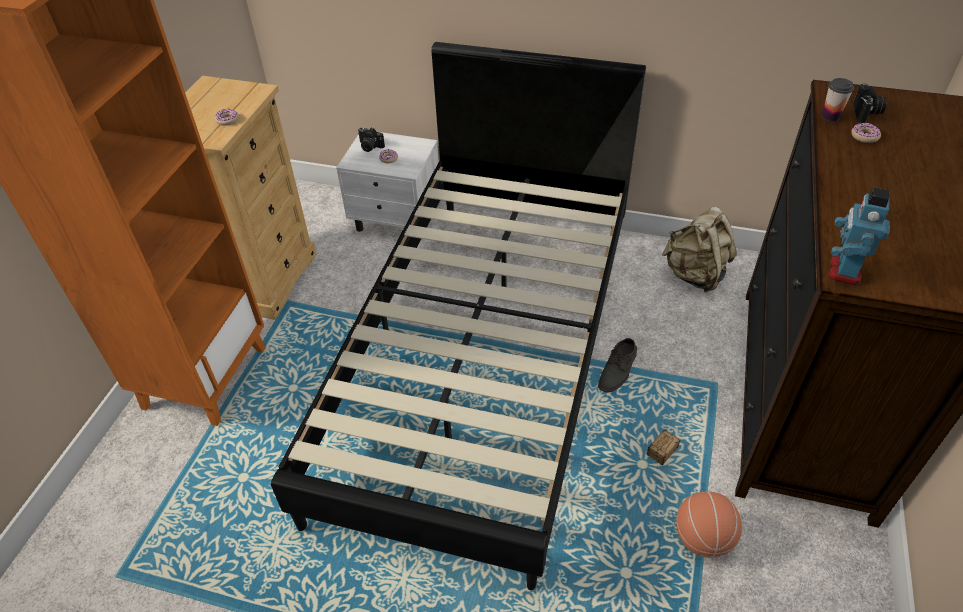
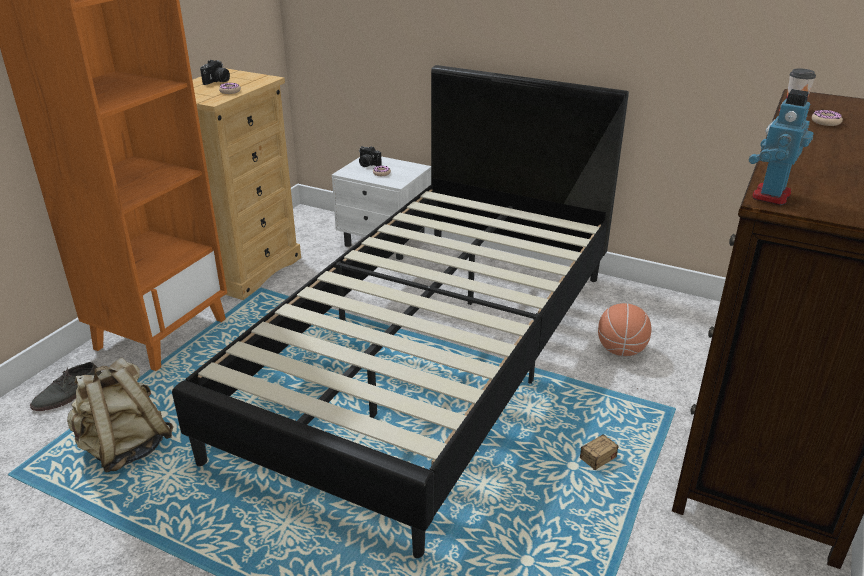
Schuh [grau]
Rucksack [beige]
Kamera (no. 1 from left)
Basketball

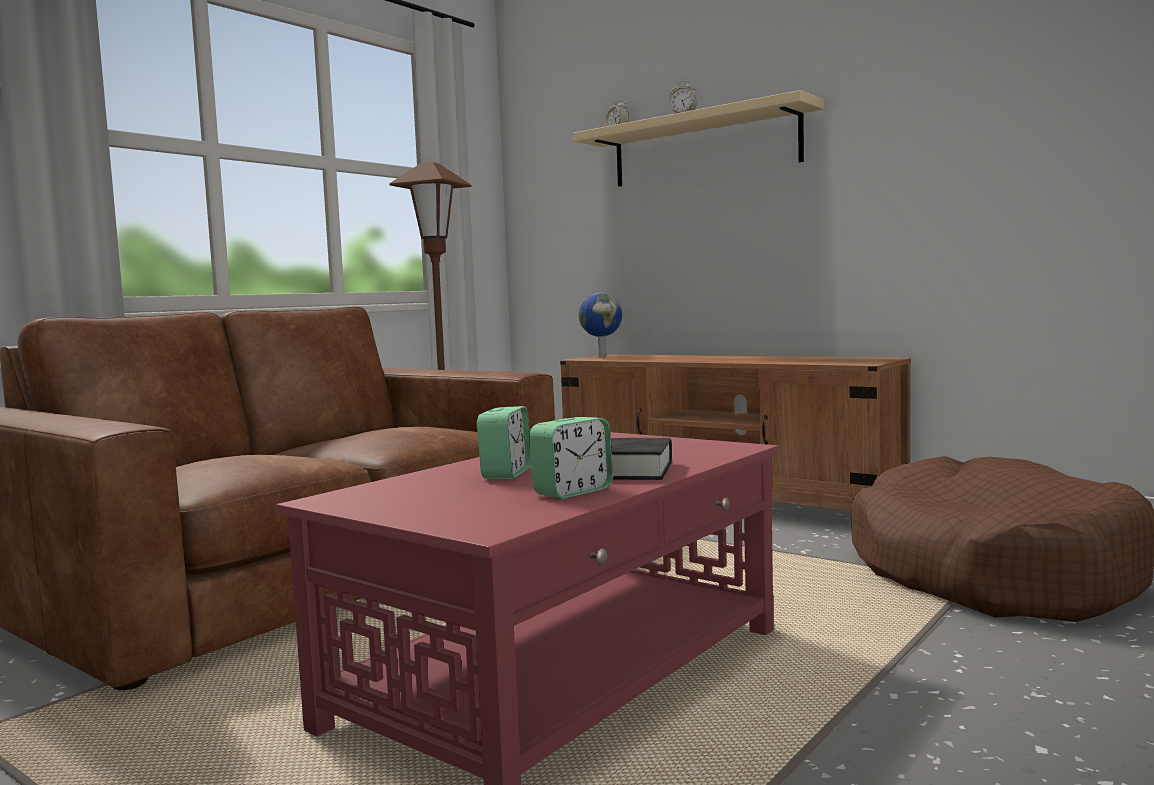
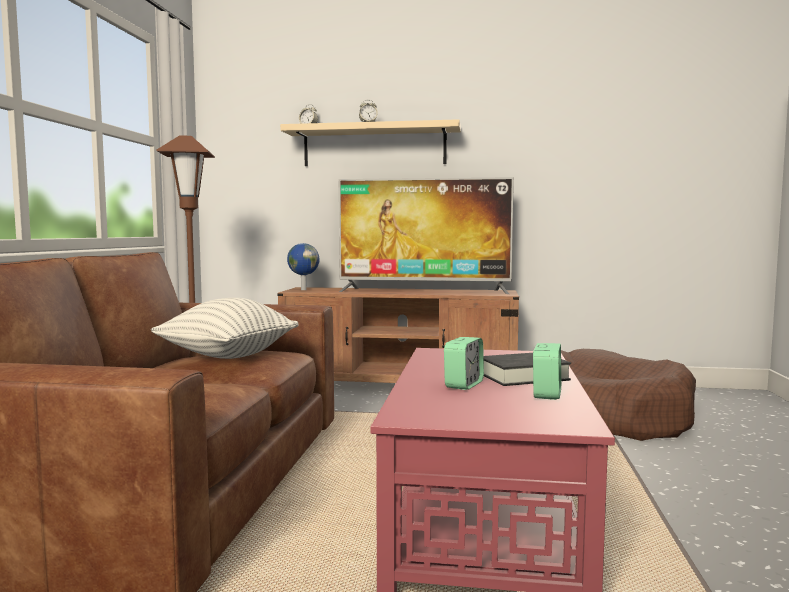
Kissen
Fernseher
Wecker (no. 3 from left)

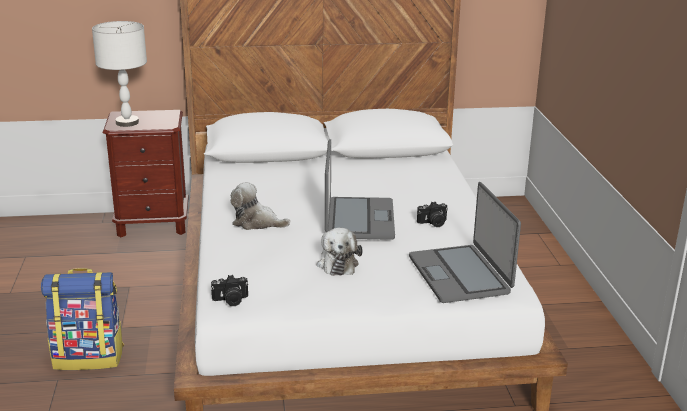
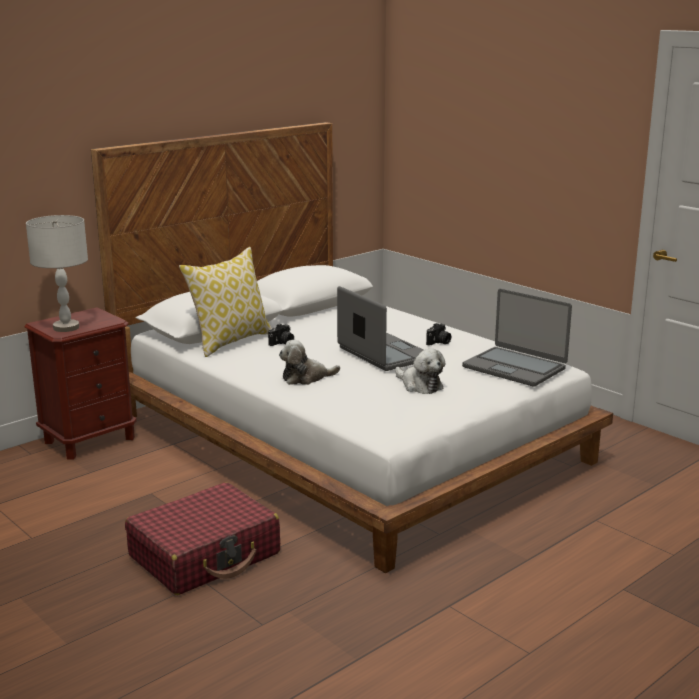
Koffer [rot]
Kissen
Kamera (no. 1 from left)

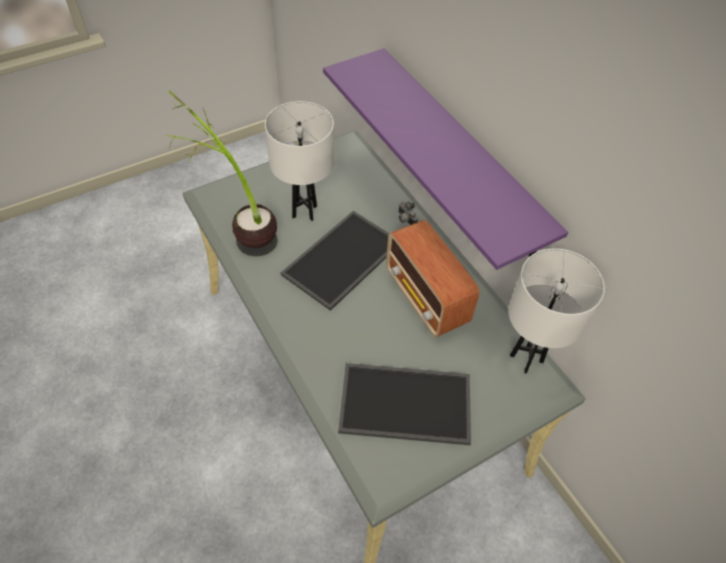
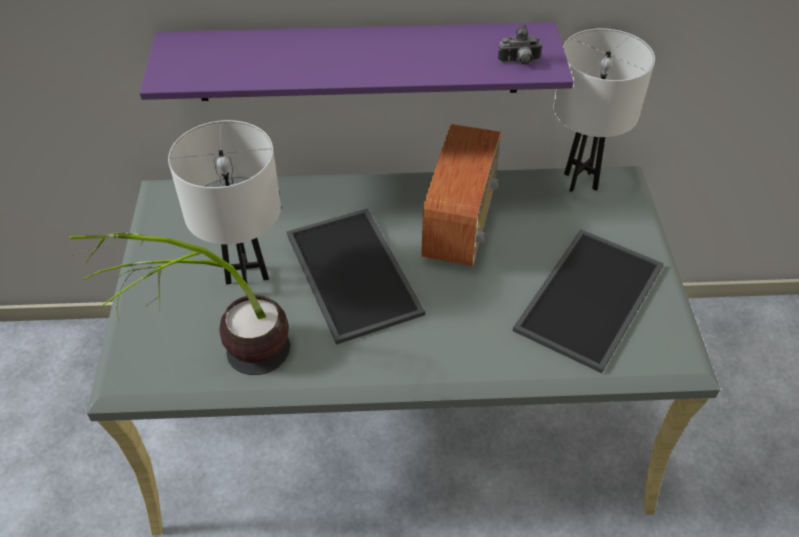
Radio
Kamera

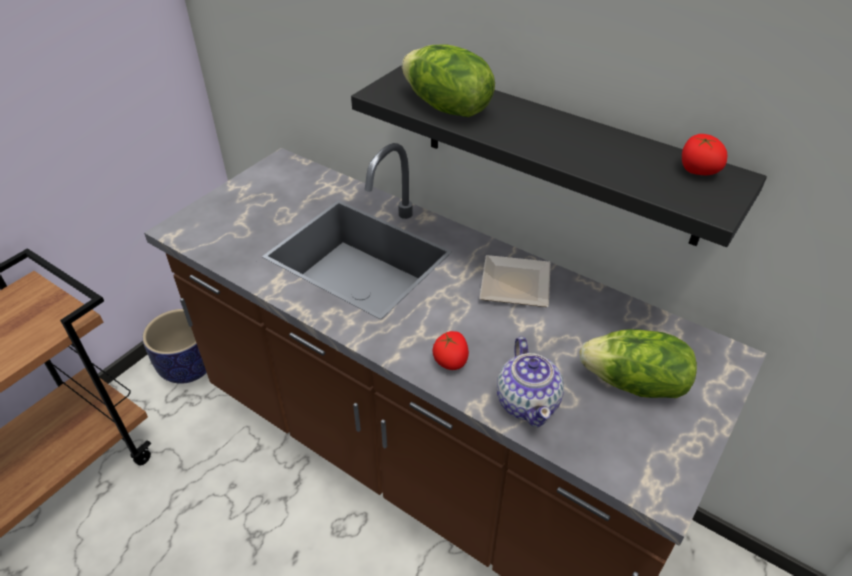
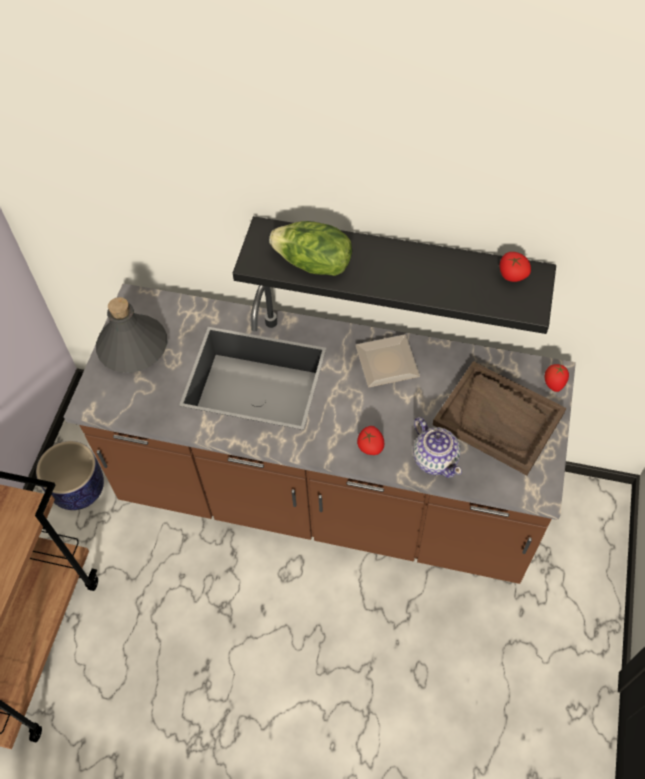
Flasche [grau]
Tablett [braun]
Tomate (no. 3 from left)

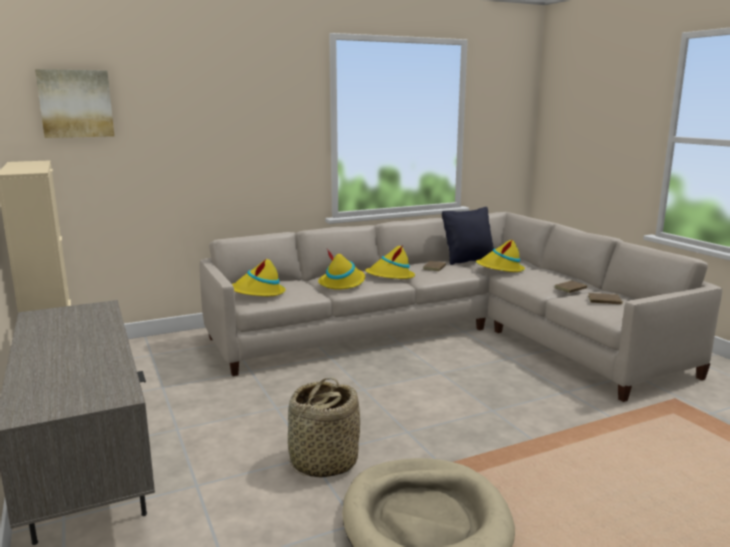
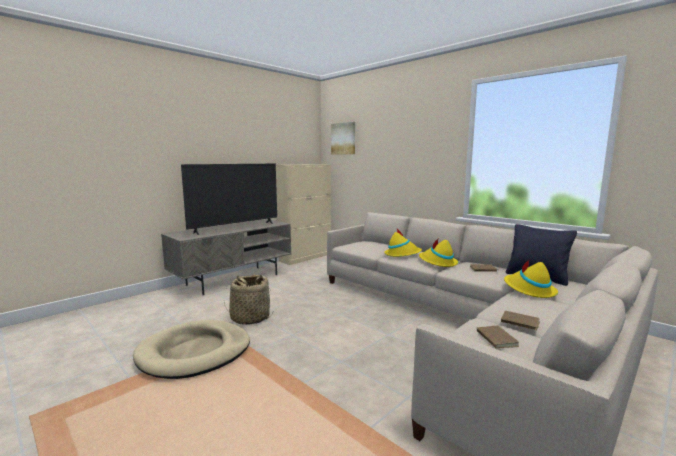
Fernseher
Hut [gelb] (no. 1 from left in the first image)

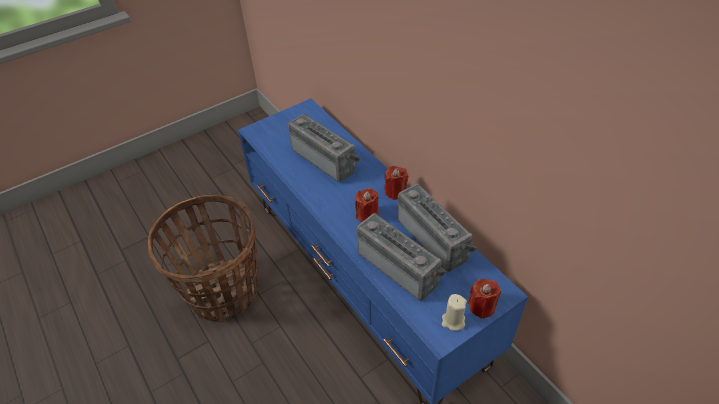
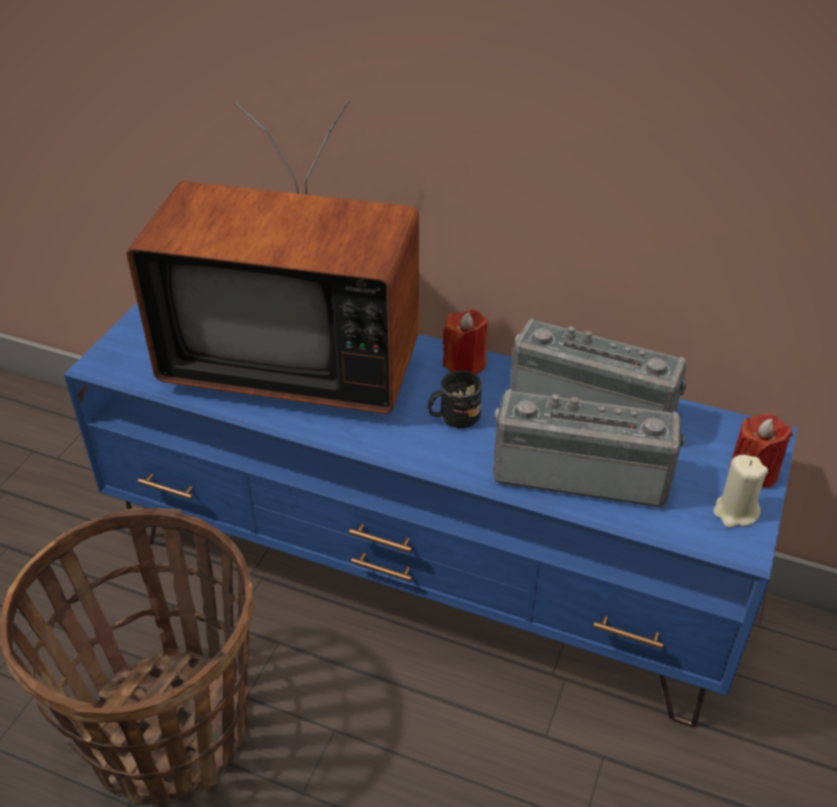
Fernseher
Henkelbecher [schwarz]

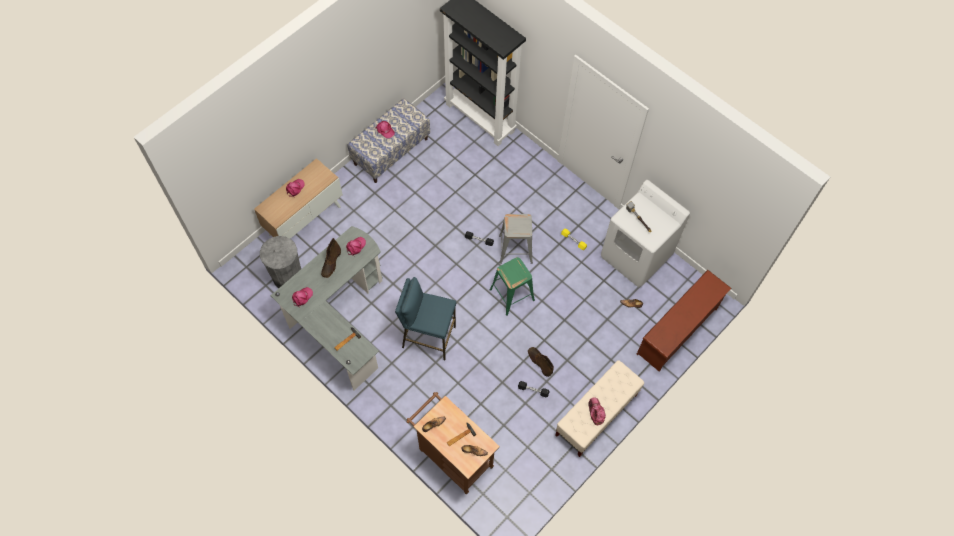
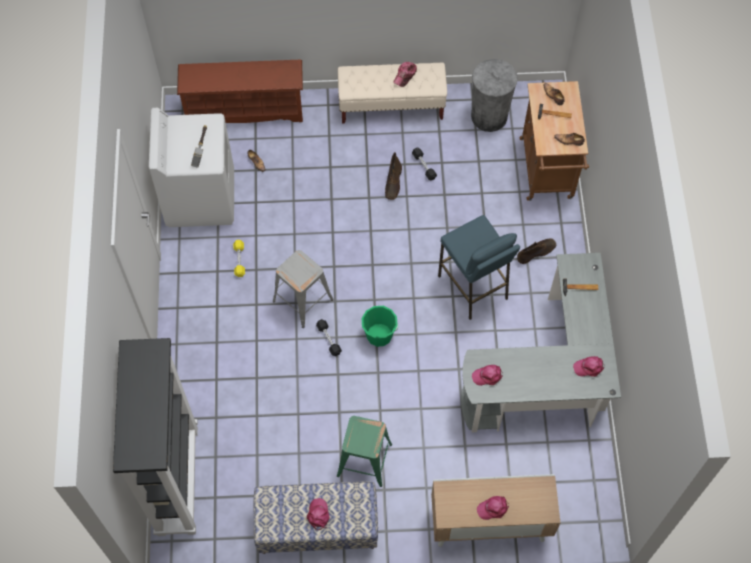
Hocker [grün]
Eimer [grün]
Mülleimer [grau]
Stiefel [braun] (no. 2 from left)

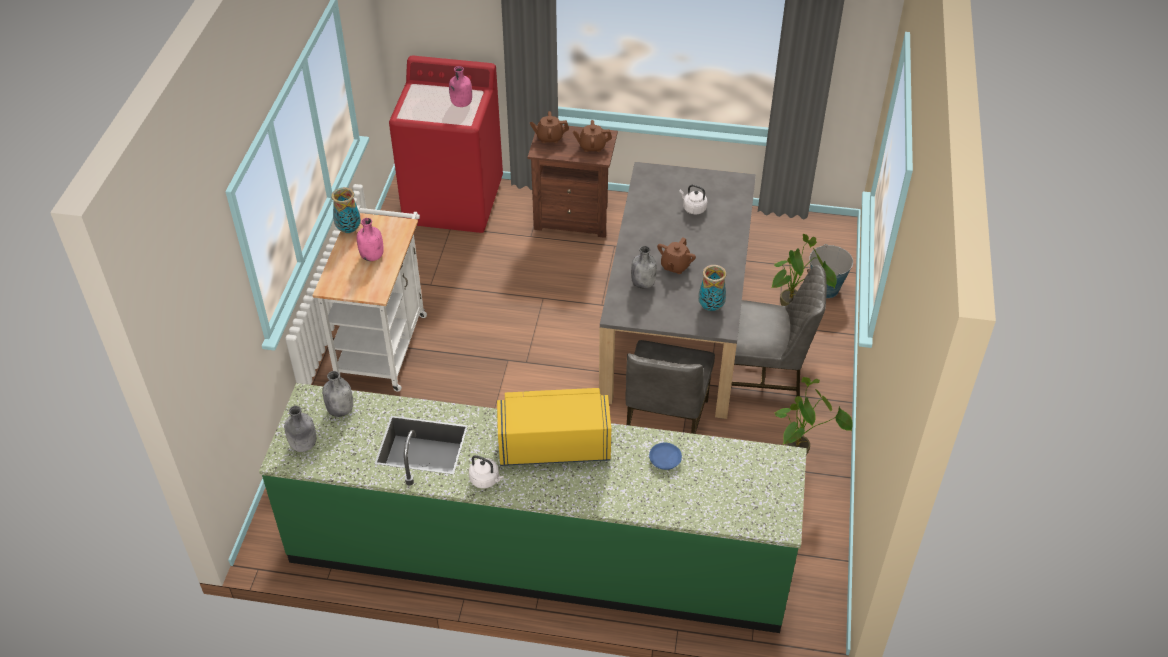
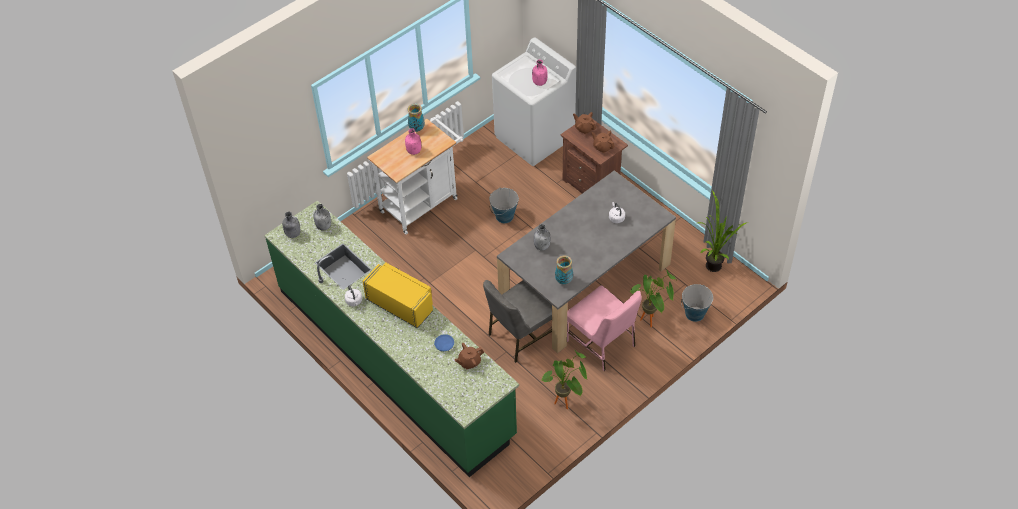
Teekanne [braun] (no. 1 from left)
Eimer (no. 1 from left)
Waschmaschine [weiß]
Stuhl [rosa]
Topfpflanze (no. 3 from left)

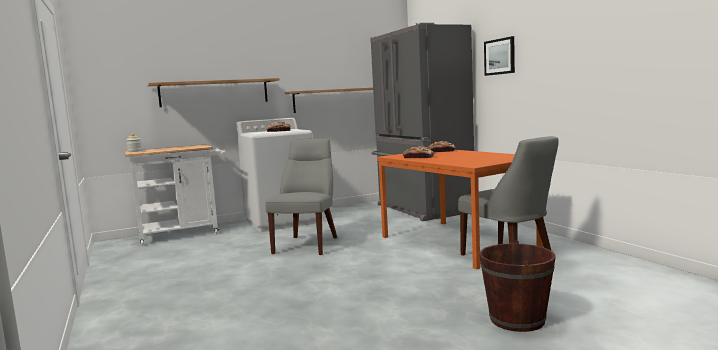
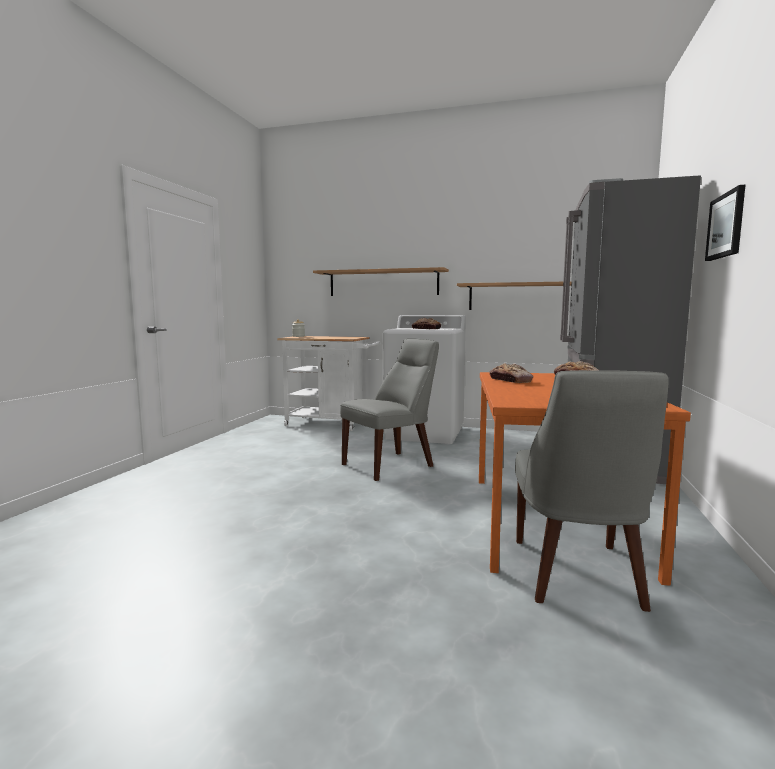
Eimer [braun]

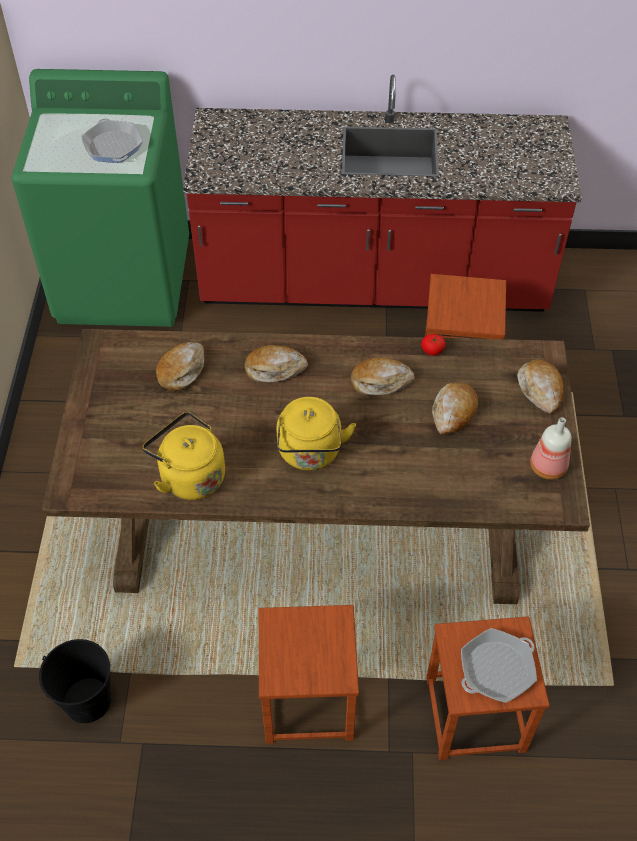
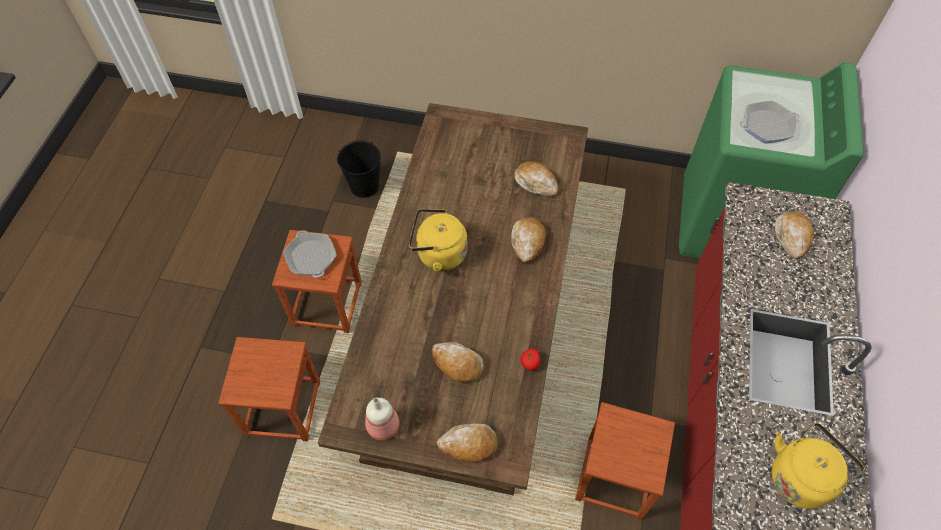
Pfanne (no. 1 from left)
Wasserkessel [gelb] (no. 2 from left)
Brot (no. 5 from left)

